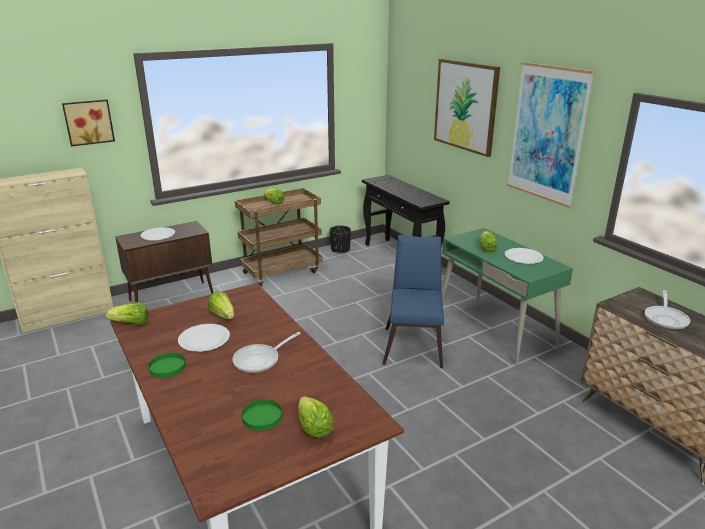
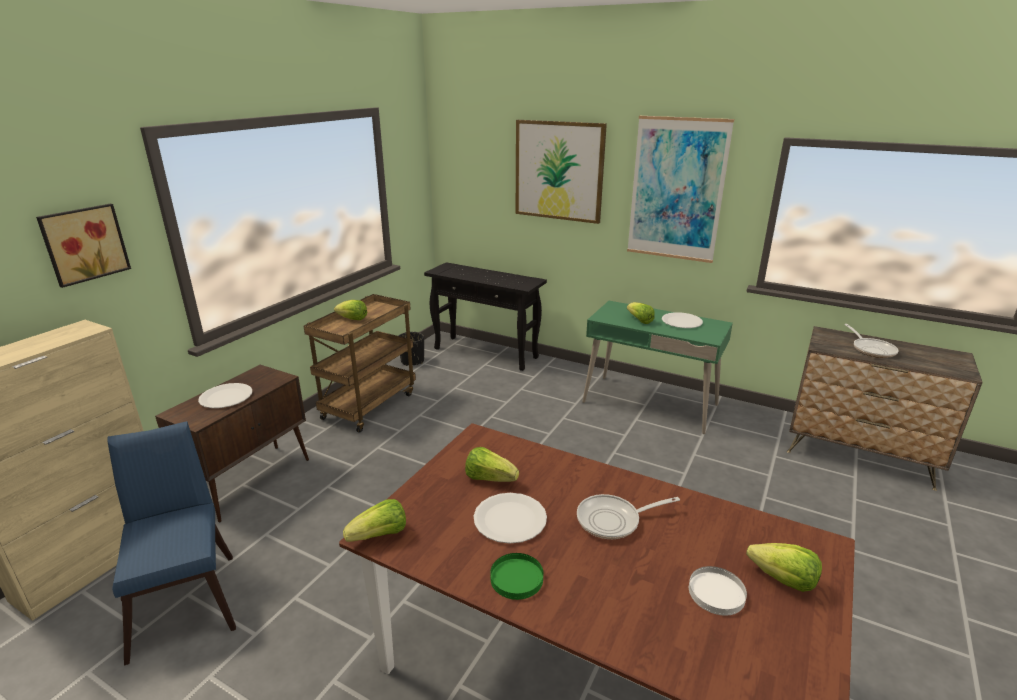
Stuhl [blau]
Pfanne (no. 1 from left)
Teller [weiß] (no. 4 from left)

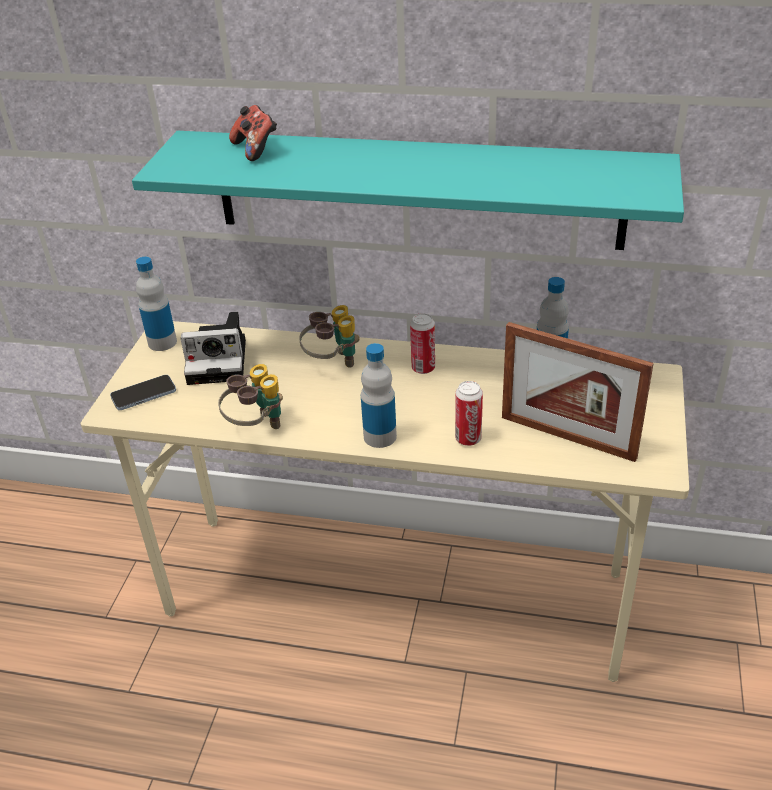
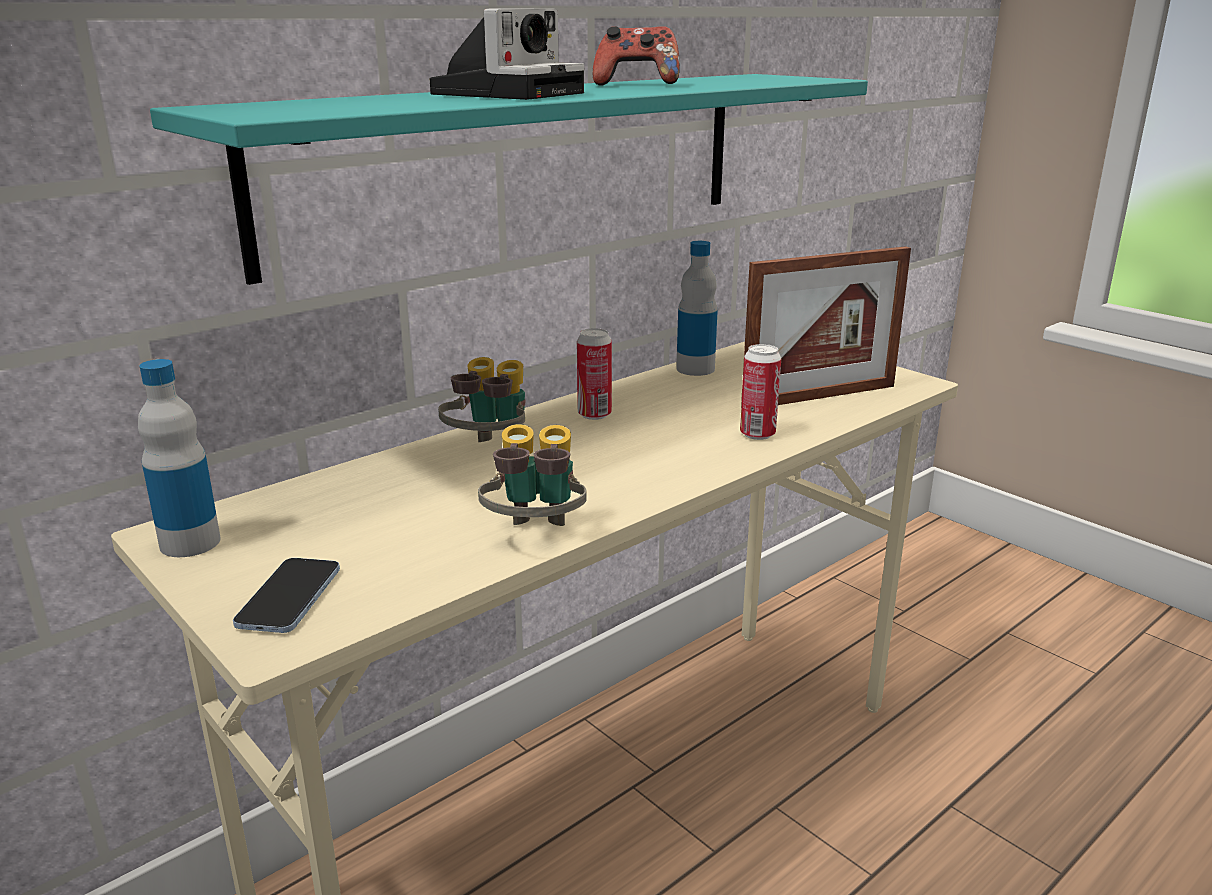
Kamera
Gamepad
Flasche (no. 2 from left in the first image)

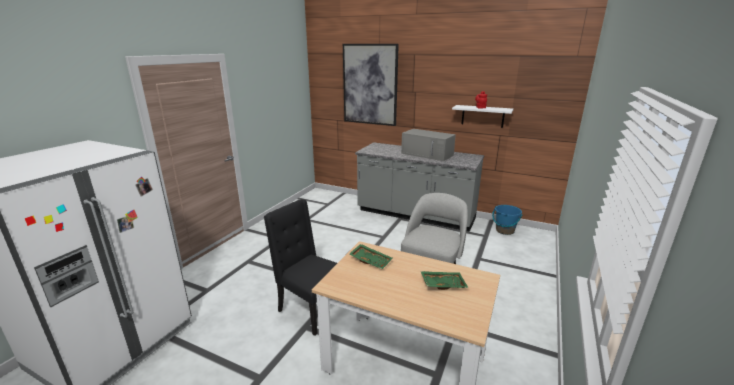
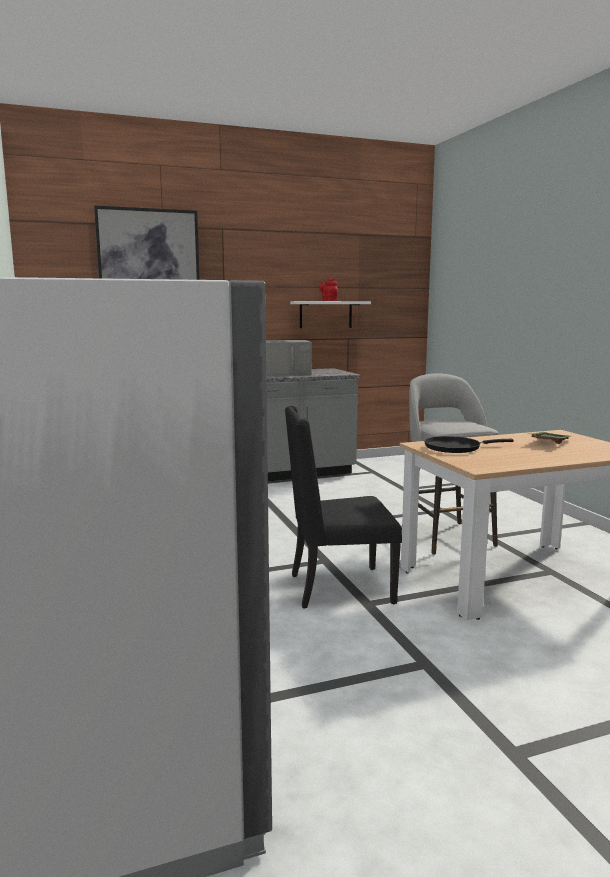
Pfanne [schwarz]
Eimer [blau]

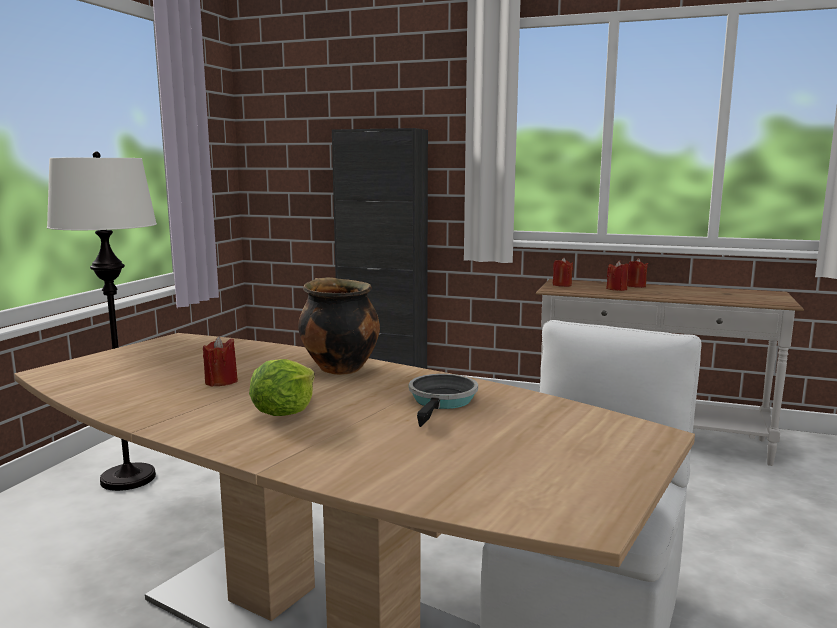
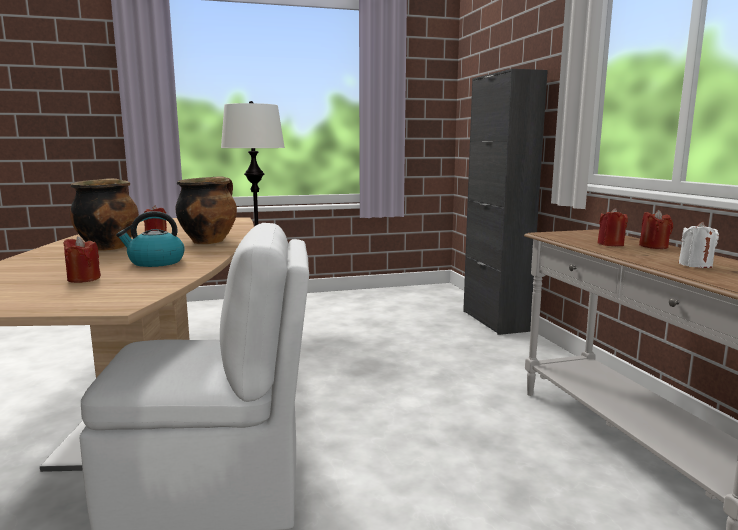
Kerze [rot] (no. 1 from left)
Kochtopf (no. 1 from left)
Wasserkessel
Kerze [weiß]

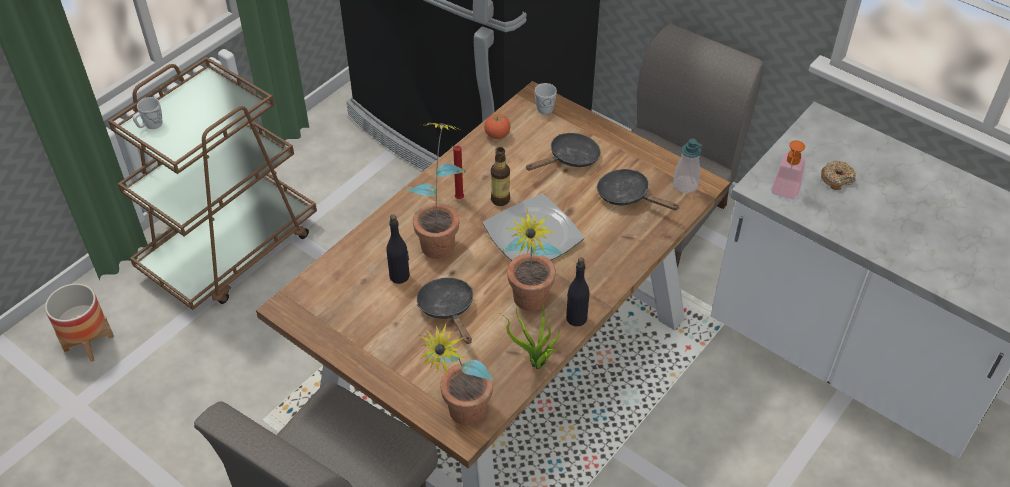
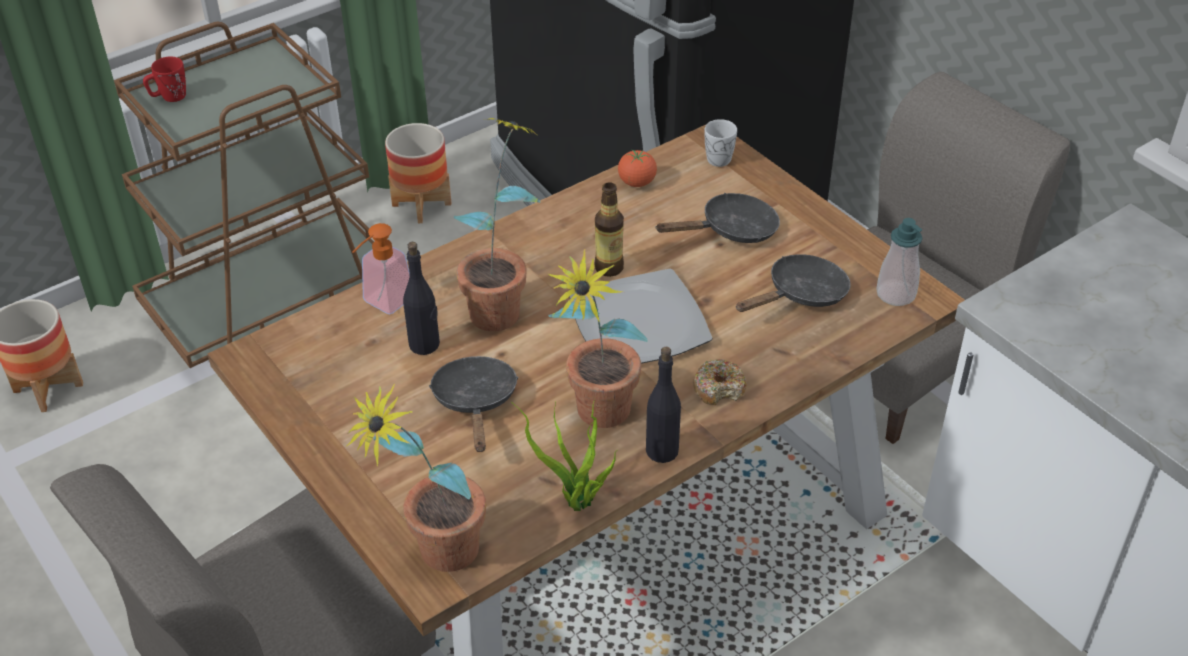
Henkelbecher [rot]
Seifenspender (no. 1 from left)
Pflanzkübel (no. 2 from left)
Donut
Pfanne [schwarz] (no. 3 from left)
Kerze [rot]

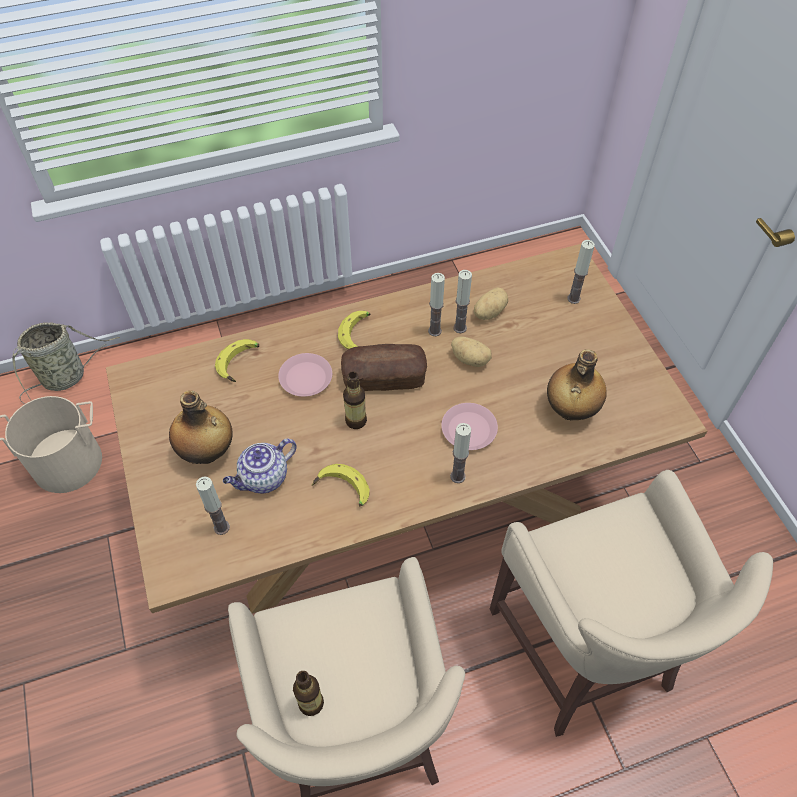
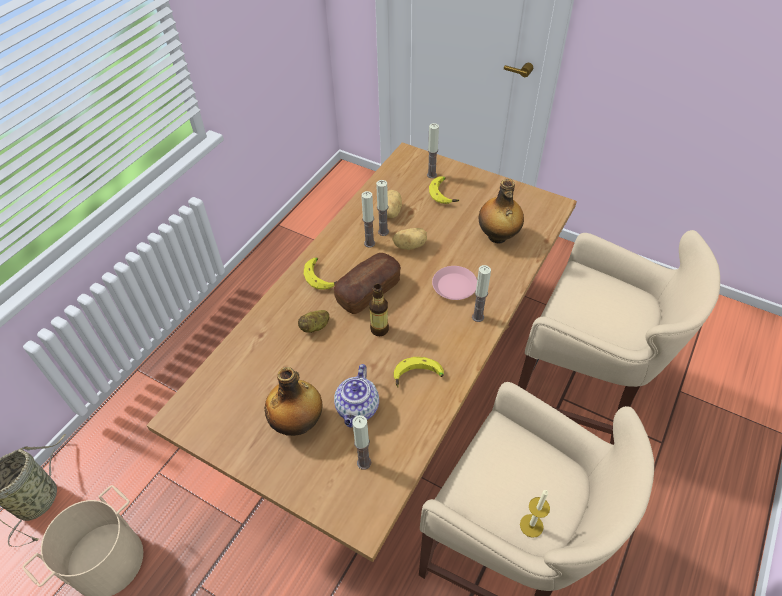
Kartoffel (no. 1 from left)
Banane (no. 3 from left)
Kerze (no. 6 from left)

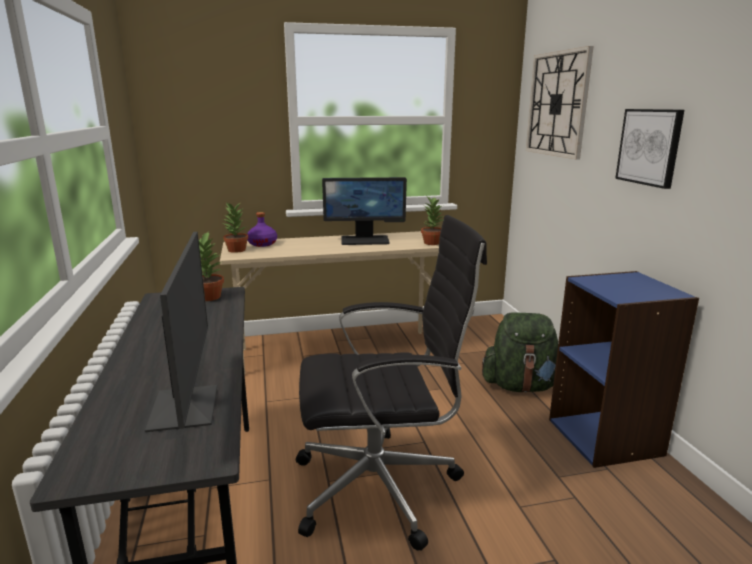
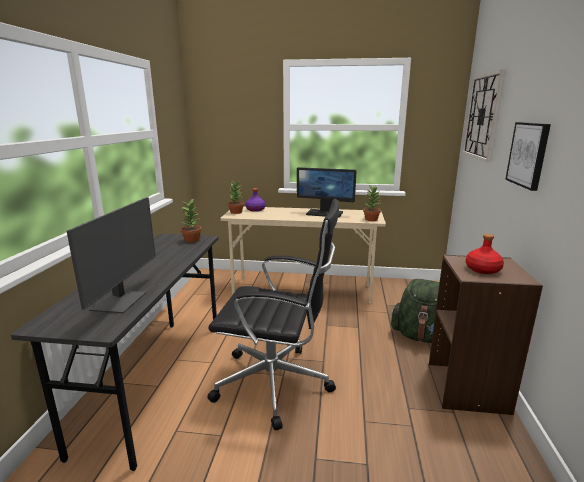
Bücherregal [braun]
Flasche [rot]

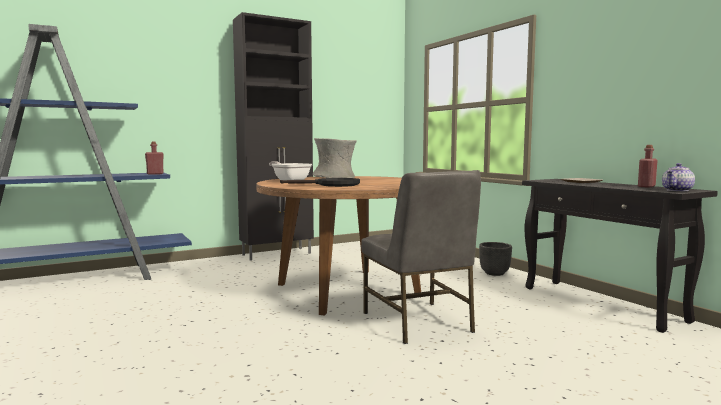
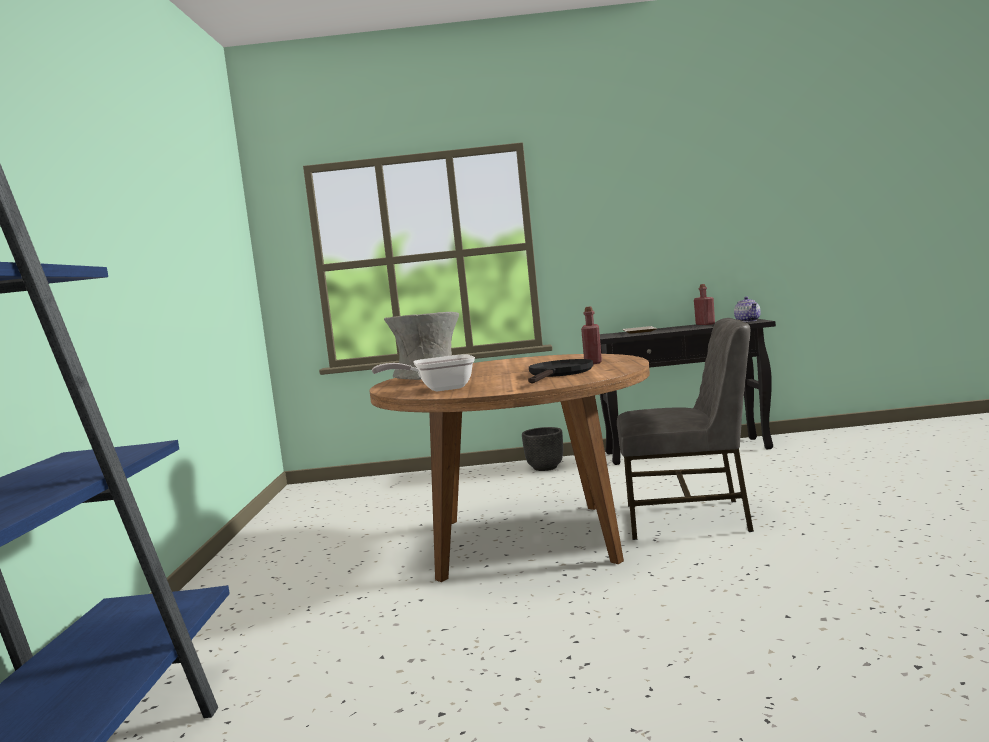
Flasche [rot] (no. 1 from left)
Schrank [schwarz]

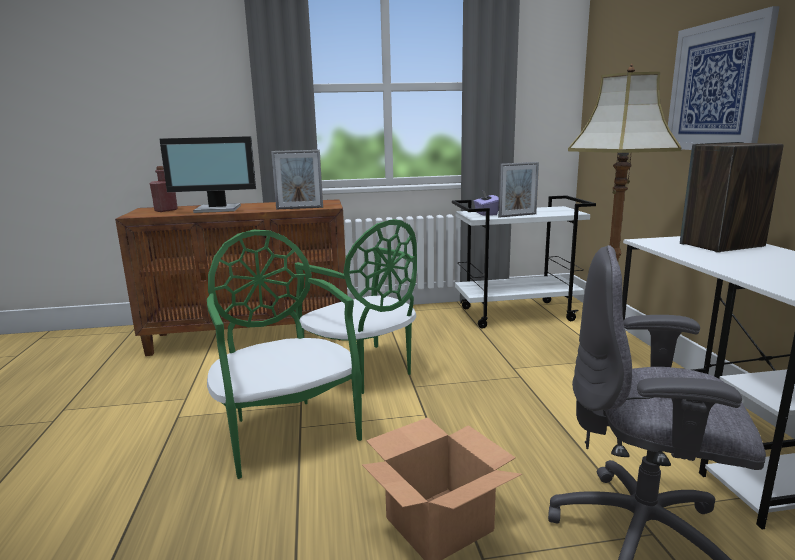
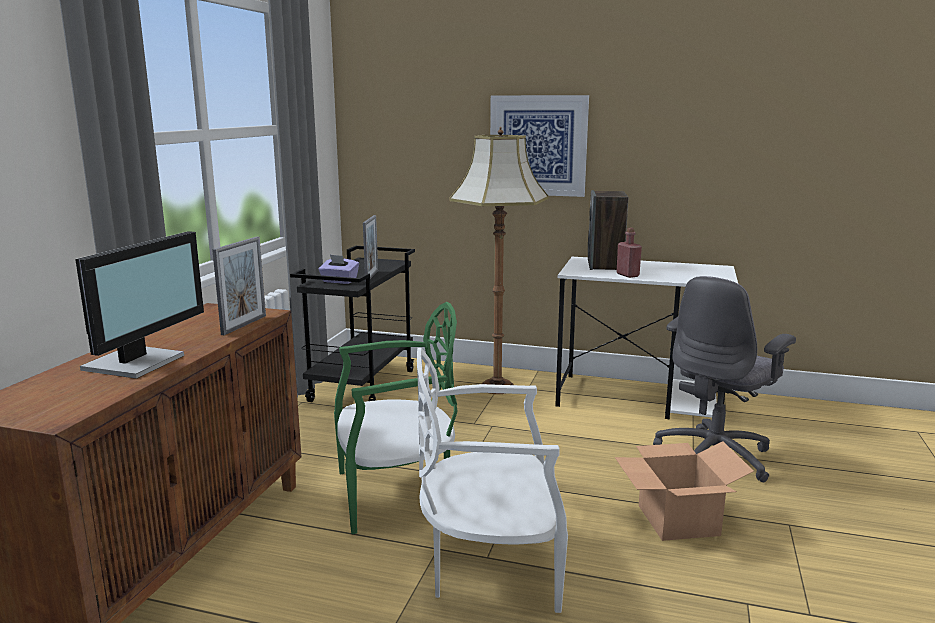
Rollwagen [schwarz]
Stuhl [weiß]
Flasche [rot]

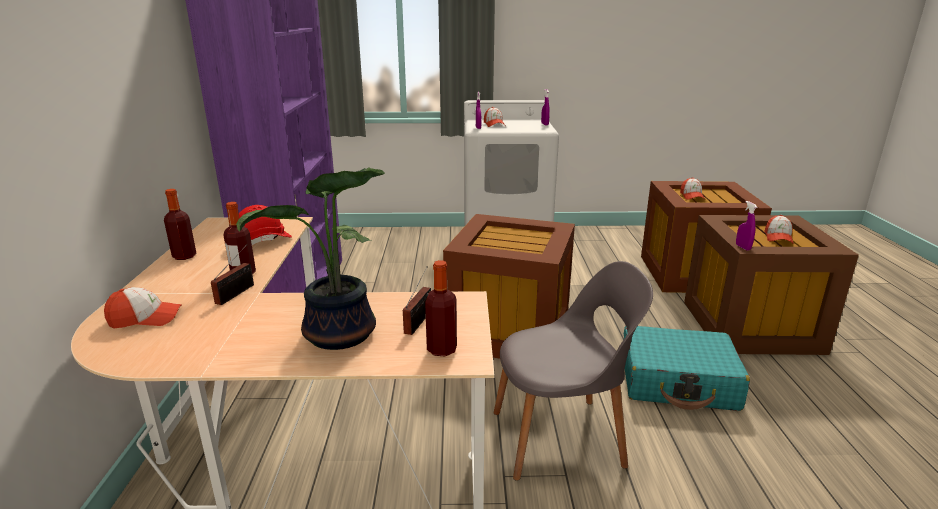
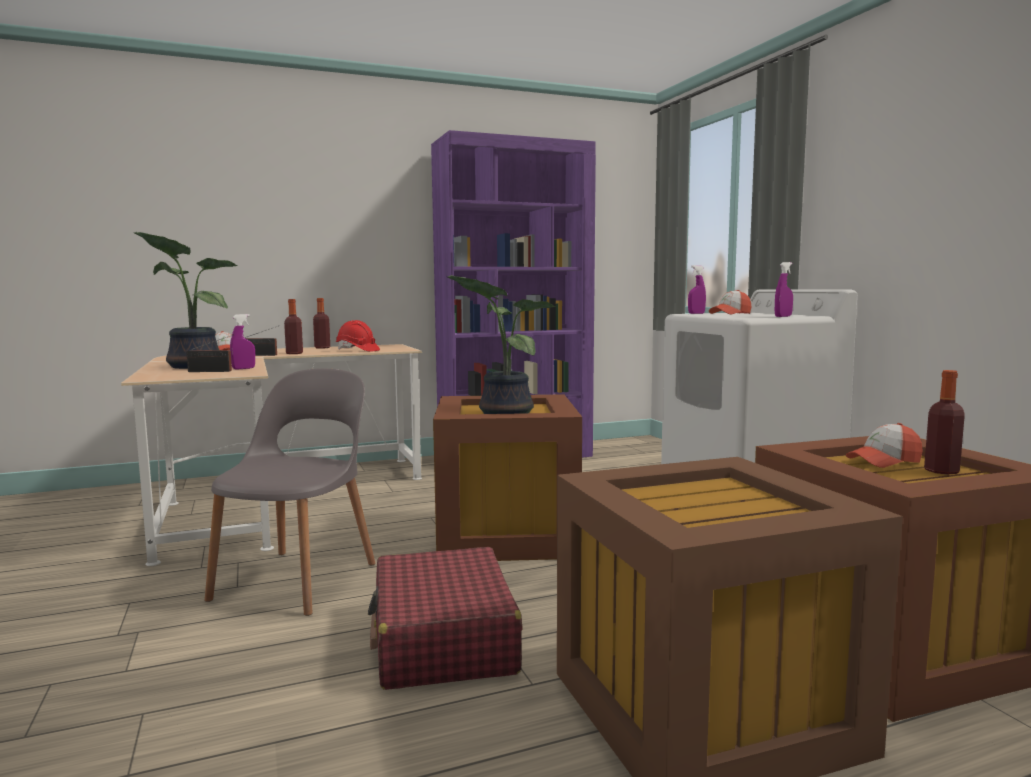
Stuhl [grau]
Sprühflasche [lila] (no. 1 from left)
Koffer [rot]
Topfpflanze (no. 2 from left)
Flasche (no. 3 from left)
Kappe (no. 4 from left in the first image)

